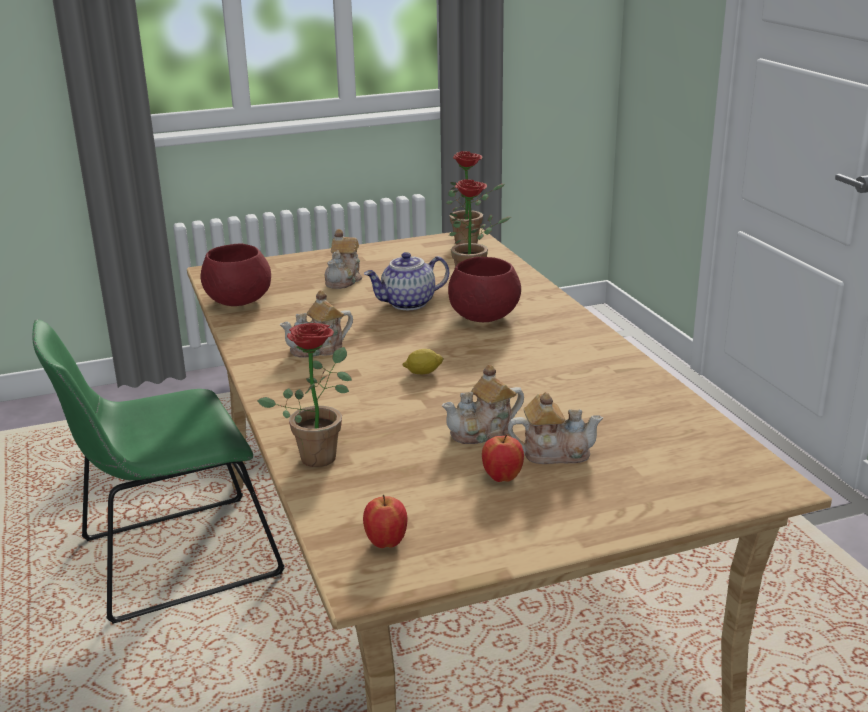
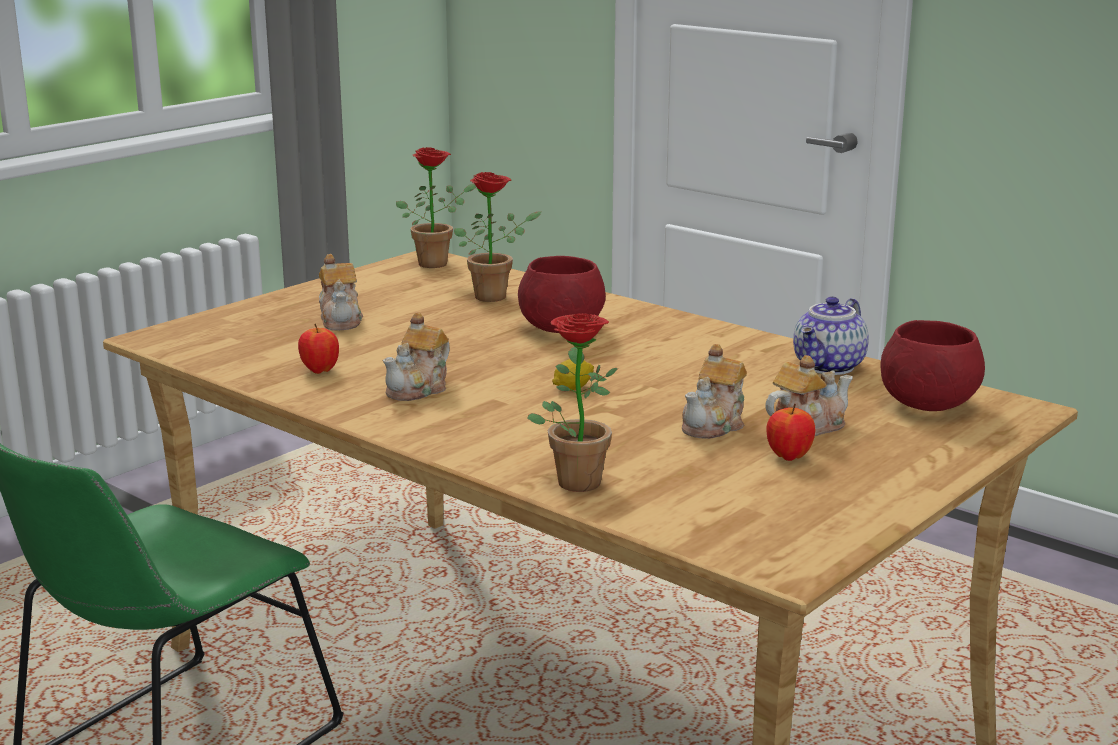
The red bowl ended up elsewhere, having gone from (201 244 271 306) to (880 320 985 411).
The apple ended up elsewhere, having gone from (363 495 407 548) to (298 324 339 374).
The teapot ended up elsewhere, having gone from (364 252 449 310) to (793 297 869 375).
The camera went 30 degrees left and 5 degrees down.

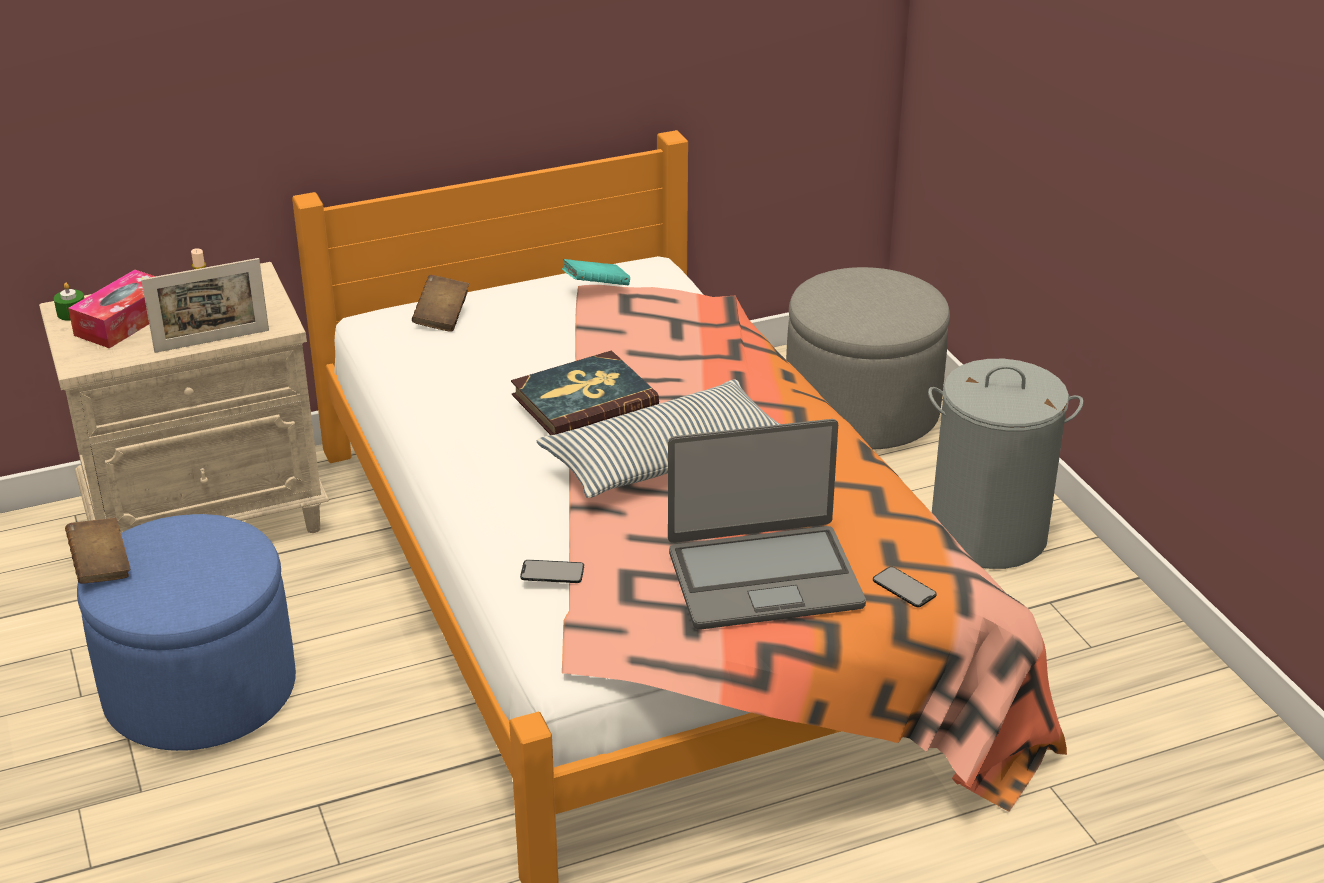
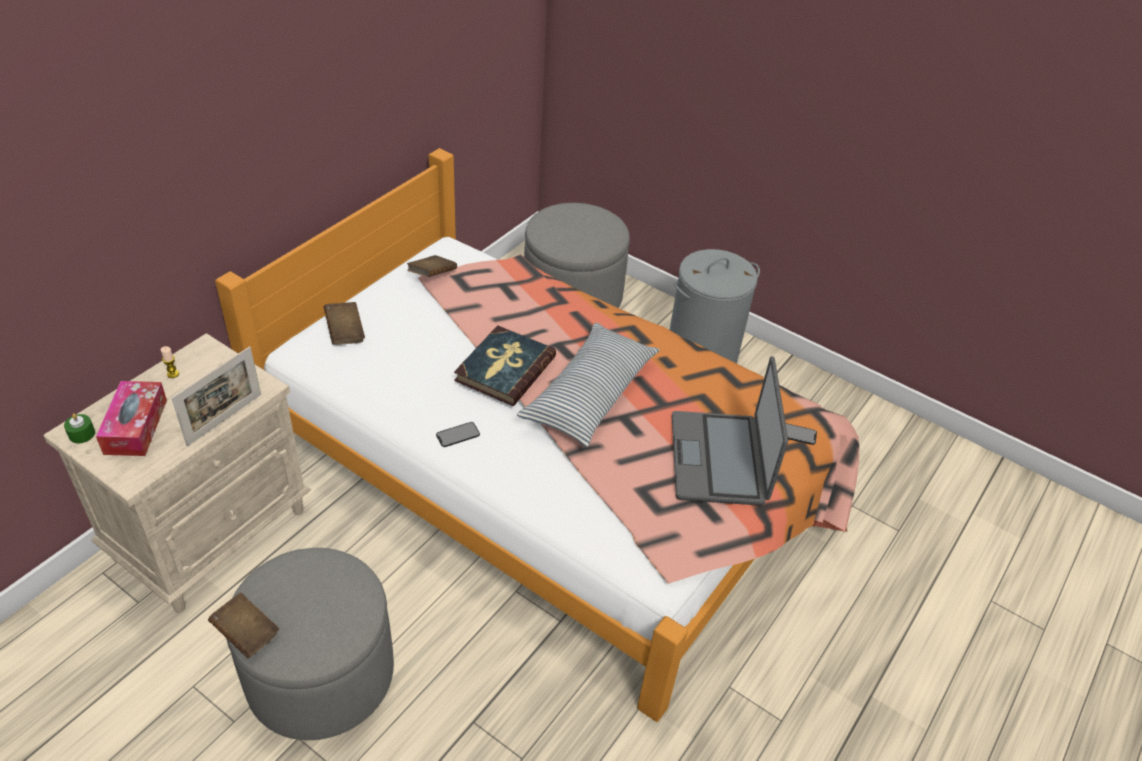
What was the blue ottoman at (77 514 296 751) turned into the grey ottoman at (226 548 394 740).
The phone ended up elsewhere, having gone from (520 560 584 583) to (436 422 480 447).
What was the turquoise book at (562 259 630 285) turned into the brown book at (407 255 457 277).
The laptop at (668 419 866 630) ended up facing another way, 135 degrees clockwise from before.
The camera went 35 degrees left and 10 degrees up.

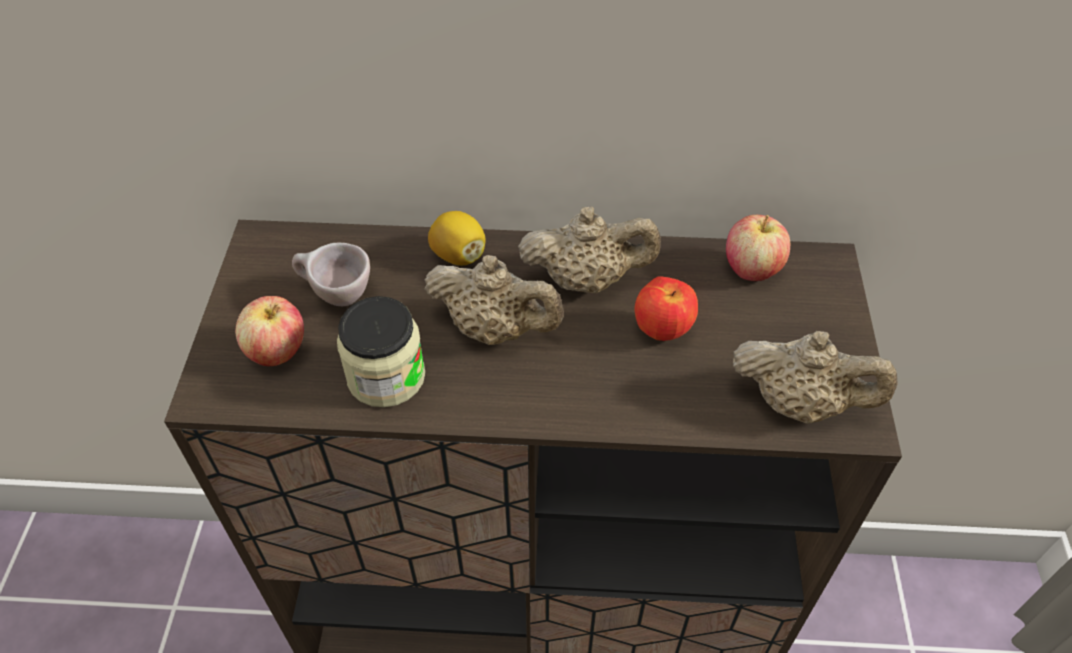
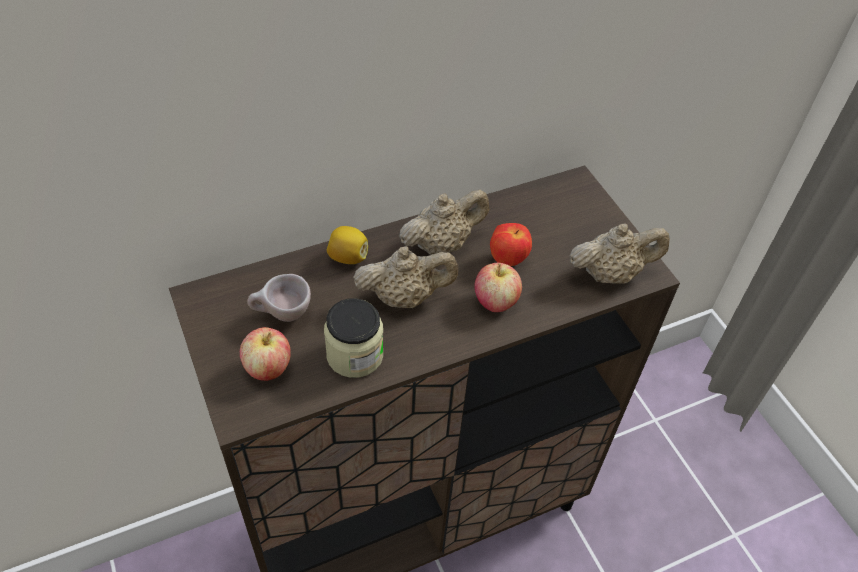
The apple ended up elsewhere, having gone from (726 215 790 281) to (474 263 522 312).
The camera went 30 degrees left and 0 degrees up.

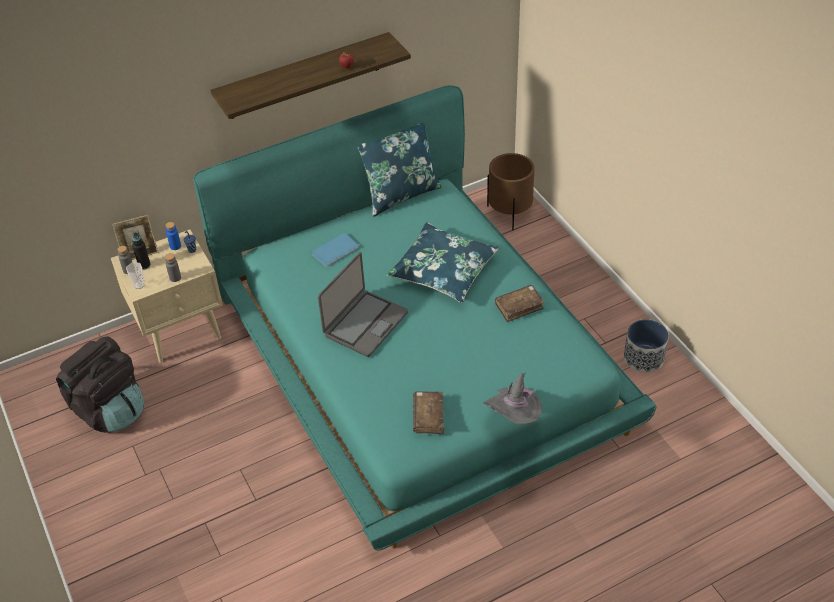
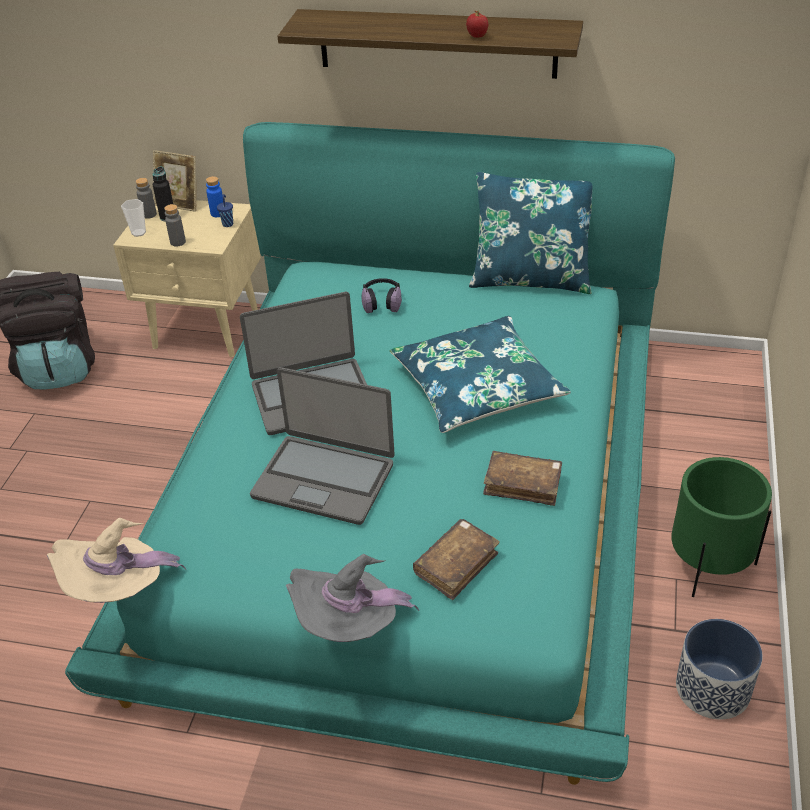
Where the blue book stood at (311 233 359 267), the headphones came to stand at (361 278 402 313).
The brown book ended up elsewhere, having gone from (413 391 444 434) to (413 519 500 600).
The second view lost the brown planter at (487 153 535 230).
The second view gained the beige hat at (47 518 186 603).
The second view gained the laptop at (250 367 395 525).
The second view gained the green planter at (671 457 772 597).
The camera went 40 degrees right and 5 degrees down.

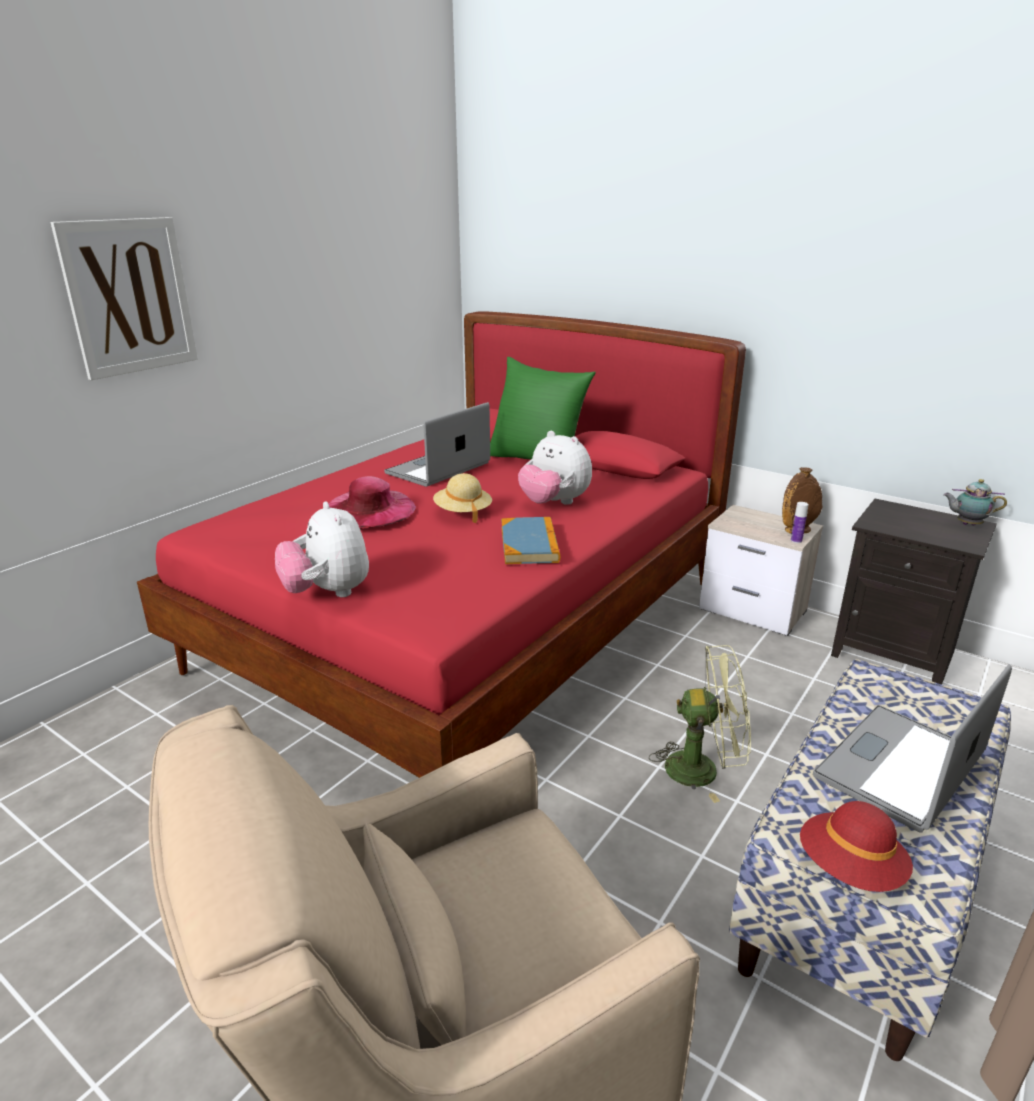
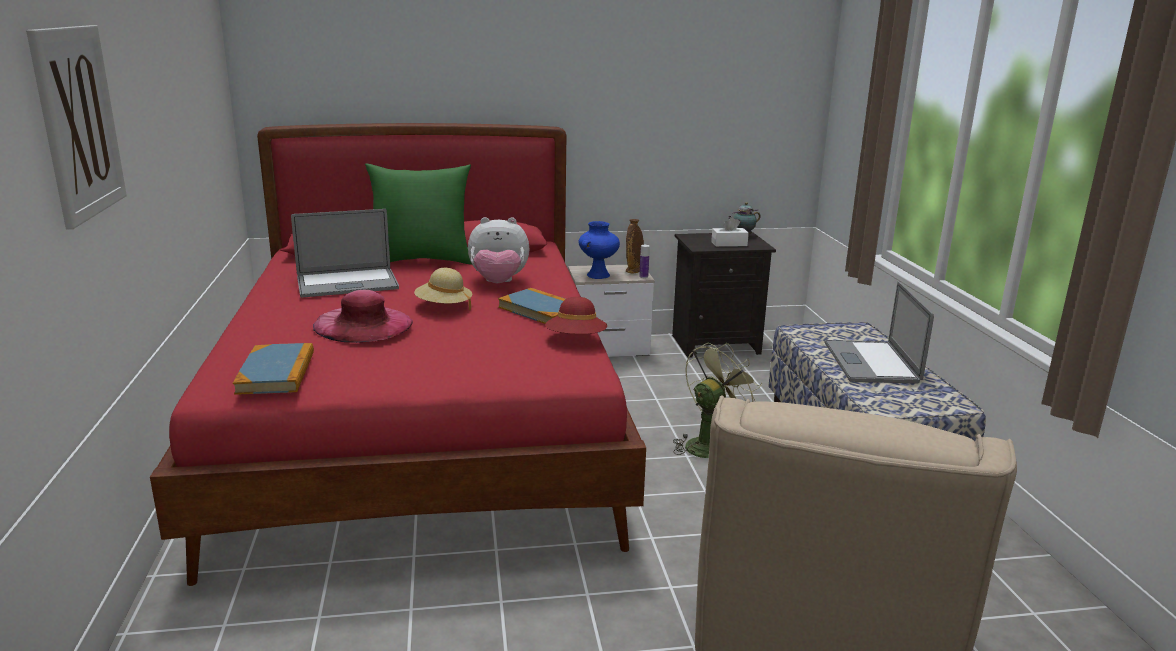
The second view lost the plush toy at (275 501 369 597).
The laptop at (384 402 490 487) ended up facing another way, 105 degrees counterclockwise from before.
The red hat ended up elsewhere, having gone from (800 801 913 892) to (545 297 607 334).
The second view gained the book at (233 343 314 395).
The second view gained the blue vase at (578 221 620 279).
The second view gained the white tissue box at (711 217 749 247).
The camera went 45 degrees left and 5 degrees down.

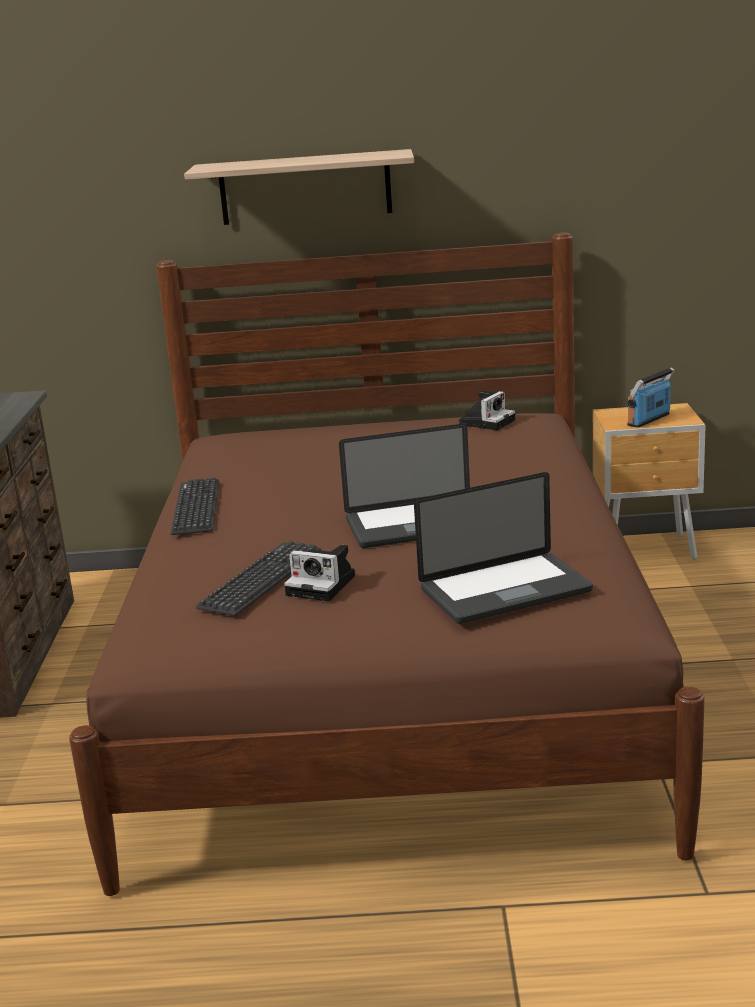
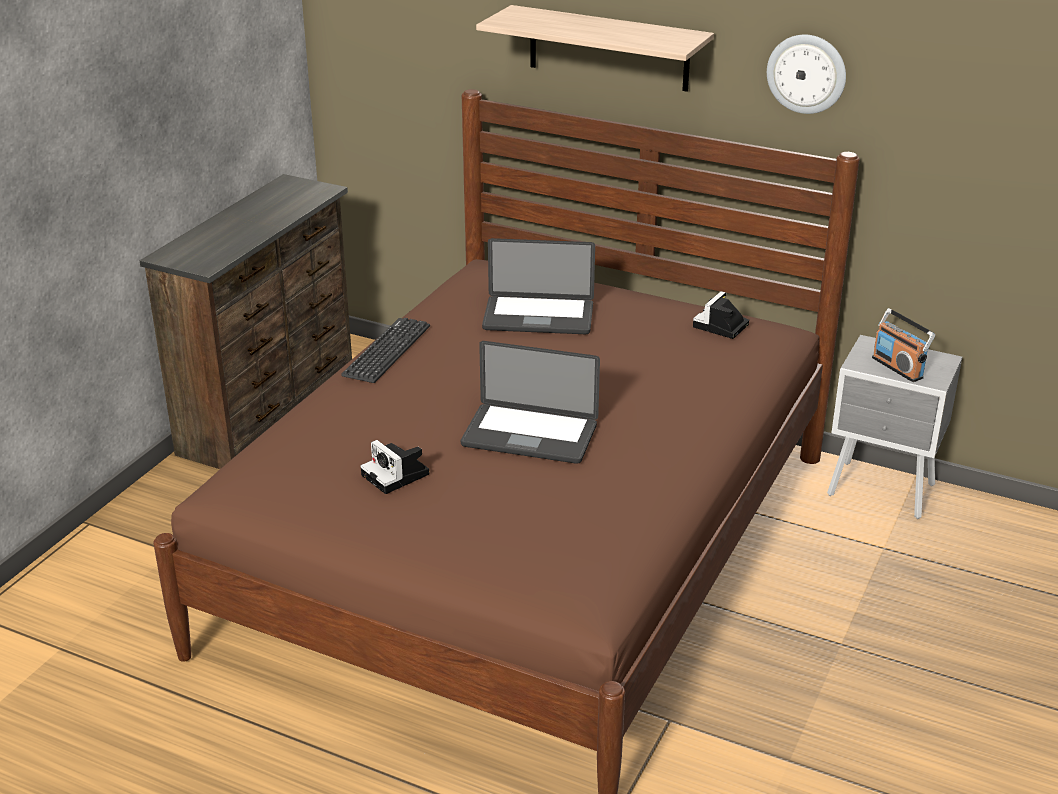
The second view lost the keyboard at (196 541 321 616).
The laptop ended up elsewhere, having gone from (414 472 593 624) to (482 238 595 334).
The photo camera at (459 390 515 430) ended up facing another way, 150 degrees clockwise from before.
What was the brown nightstand at (593 403 706 560) turned into the grey nightstand at (827 335 962 519).
The radio at (627 367 675 428) ended up facing another way, 105 degrees counterclockwise from before.
The second view gained the wall clock at (767 35 846 114).
The camera went 25 degrees right and 10 degrees up.

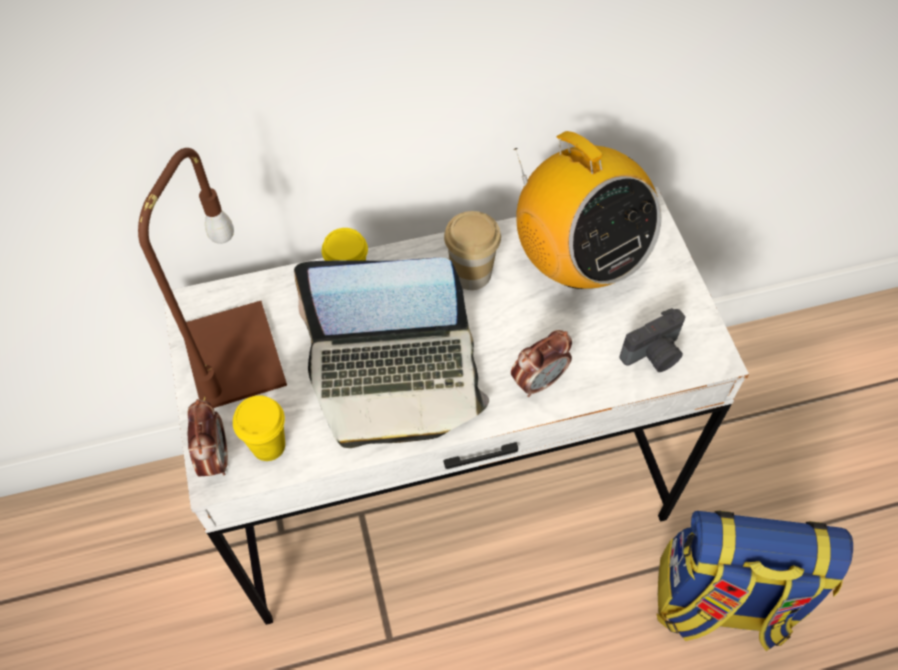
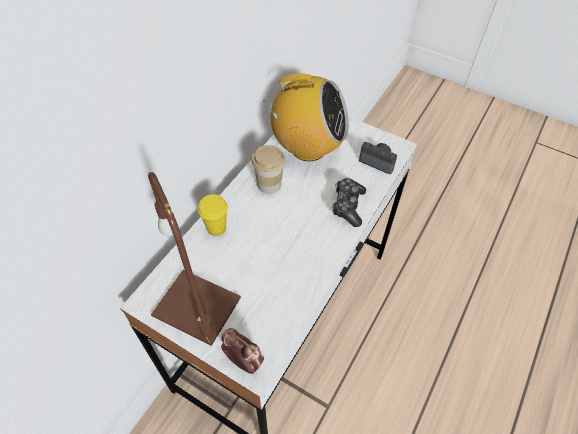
The second view lost the yellow cup at (233 395 285 461).
The second view lost the laptop at (294 258 489 448).
Where the alarm clock stood at (511 330 572 397), the game controller came to stand at (332 178 366 227).
The photo camera at (620 308 686 372) ended up facing another way, 75 degrees counterclockwise from before.
The second view lost the backpack at (657 511 853 651).
The camera went 45 degrees left and 5 degrees down.

